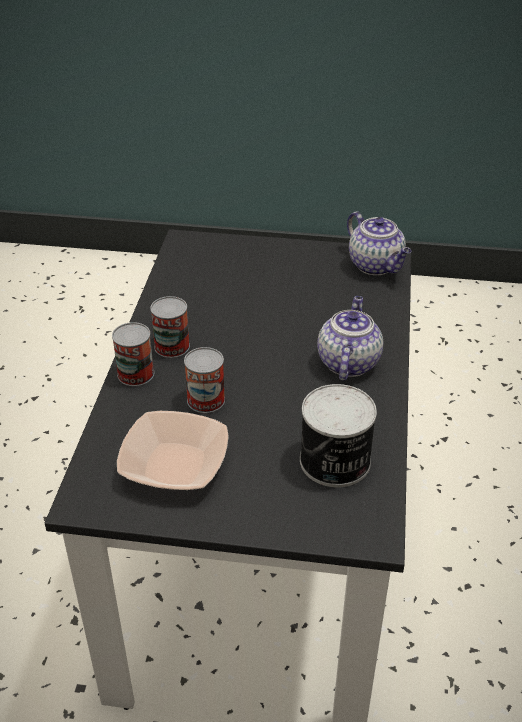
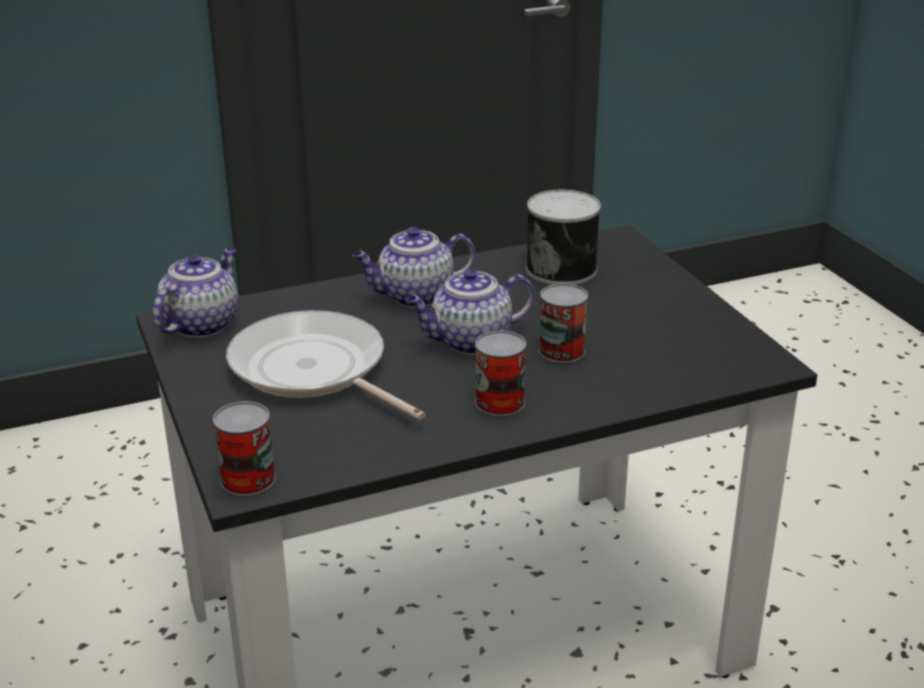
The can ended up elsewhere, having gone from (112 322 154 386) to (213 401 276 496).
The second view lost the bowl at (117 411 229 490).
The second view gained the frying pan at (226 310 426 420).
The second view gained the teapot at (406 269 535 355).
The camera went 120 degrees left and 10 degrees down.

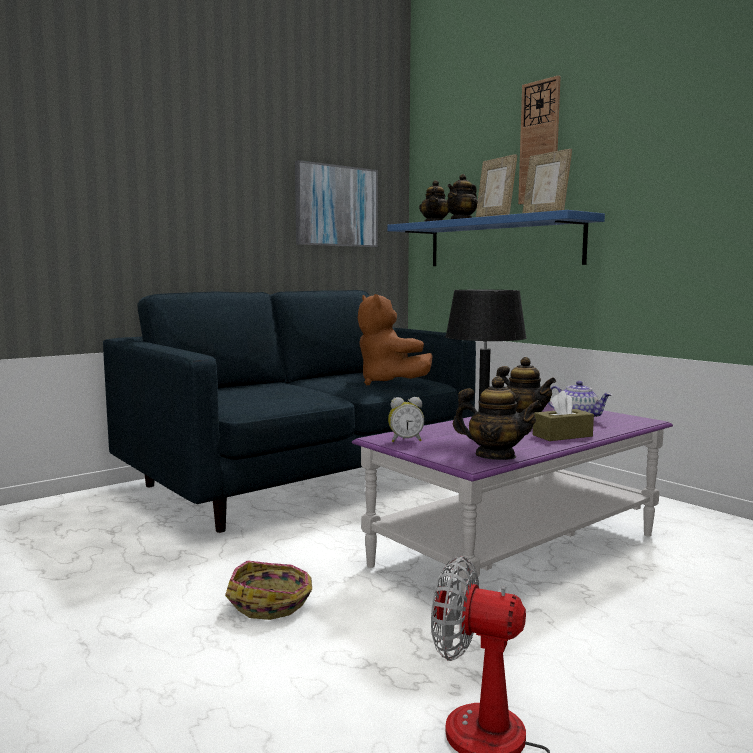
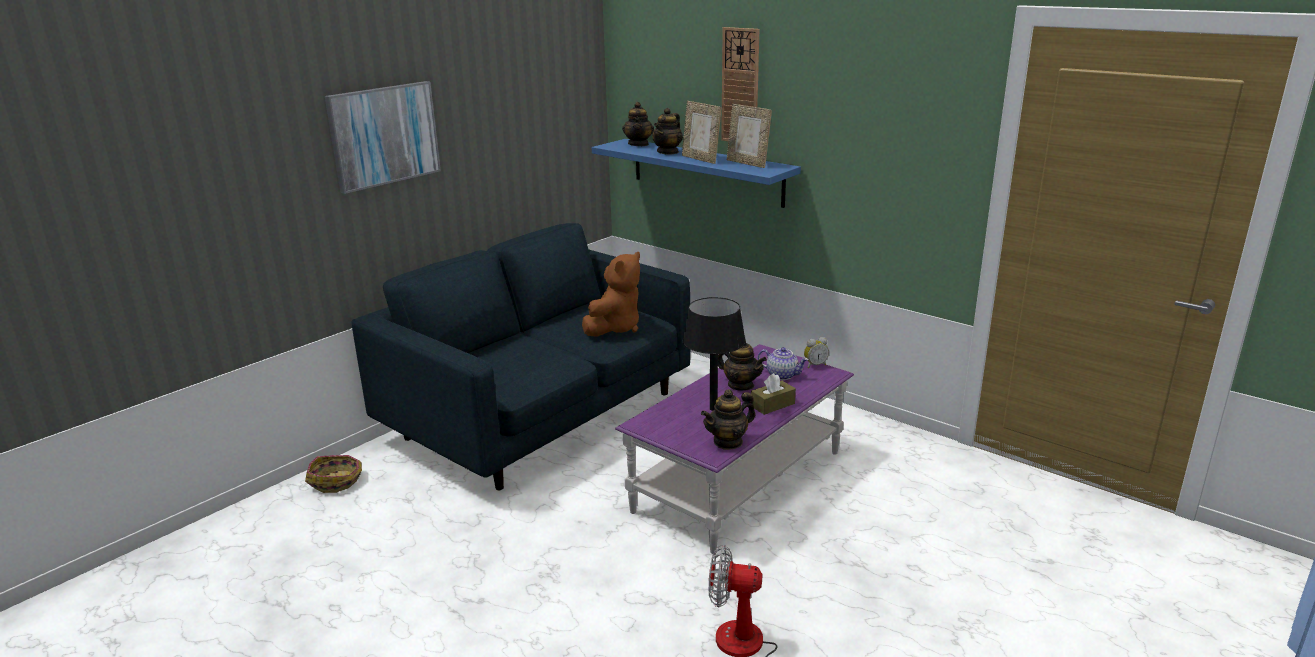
The basket ended up elsewhere, having gone from (225 560 312 620) to (305 455 362 493).
The picture ended up elsewhere, having gone from (295 160 378 247) to (325 81 441 194).
The brown plush toy at (358 294 433 385) ended up facing another way, 105 degrees counterclockwise from before.
The alarm clock ended up elsewhere, having gone from (388 397 424 442) to (804 337 829 368).
The teapot at (453 376 542 460) ended up facing another way, 135 degrees clockwise from before.
The camera went 10 degrees left and 15 degrees up.

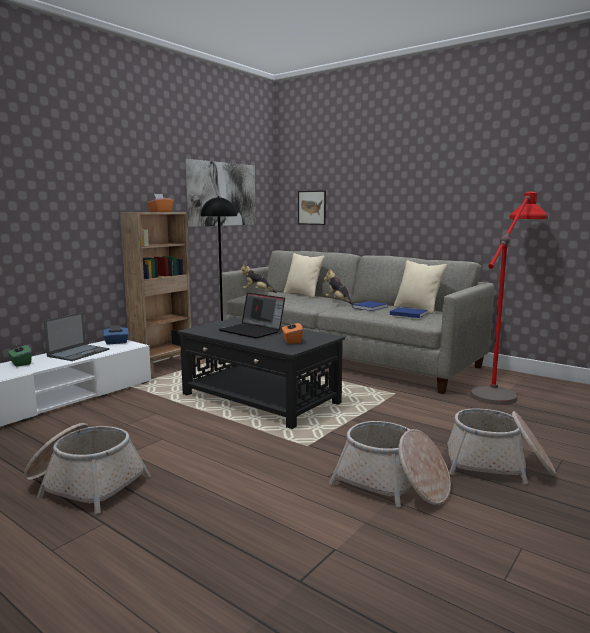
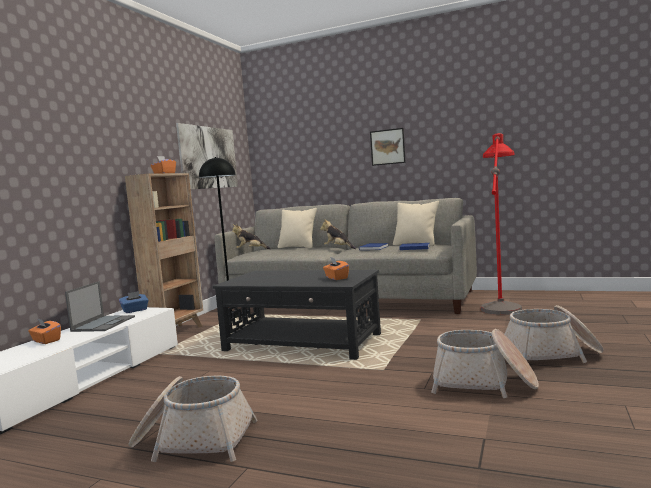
What was the green tissue box at (8 343 32 367) turned into the orange tissue box at (28 318 61 344).
The second view lost the laptop at (219 292 285 338).
The picture ended up elsewhere, having gone from (298 190 326 225) to (370 128 406 166).
The camera went 15 degrees left and 5 degrees down.

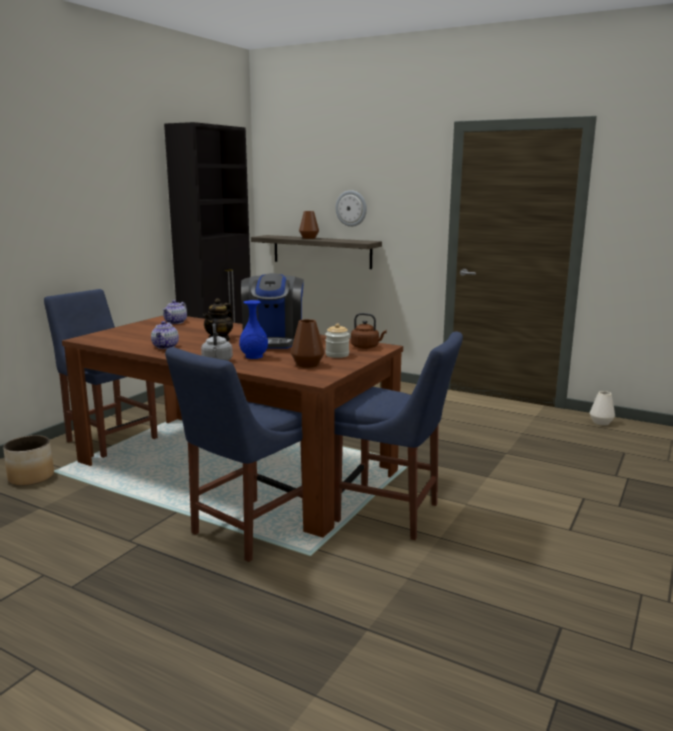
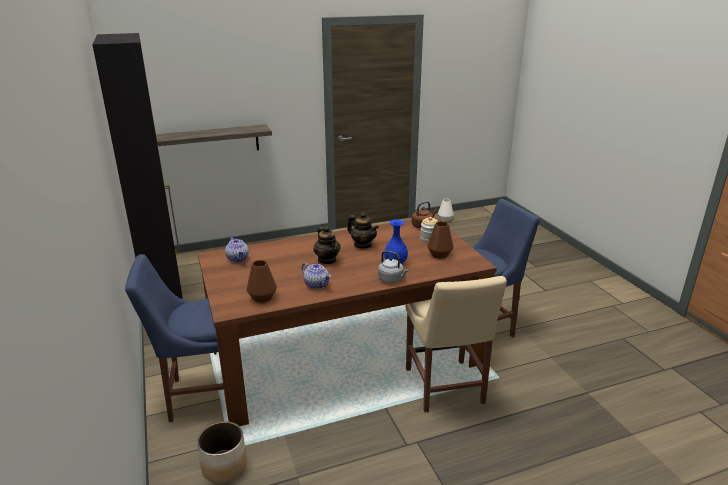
What was the blue chair at (165 347 303 562) turned into the beige chair at (405 276 507 412).
Where the coffee machine stood at (241 273 304 349), the teapot came to stand at (347 212 379 248).
The brown vase ended up elsewhere, having gone from (299 211 319 239) to (247 260 277 303).
The second view lost the wall clock at (336 190 367 227).
The camera went 50 degrees left and 10 degrees up.

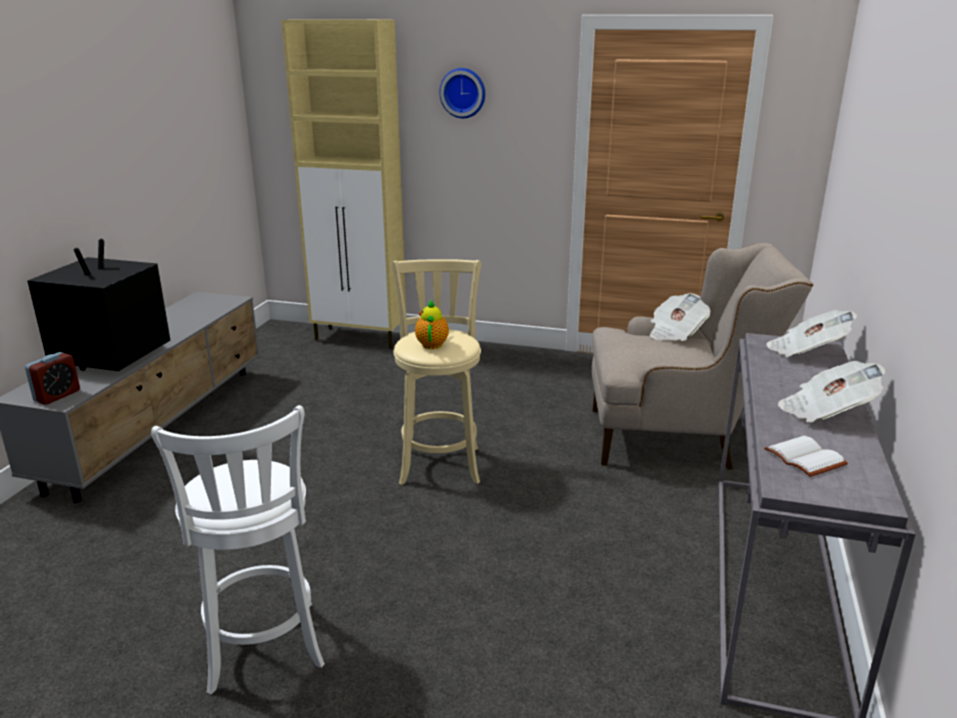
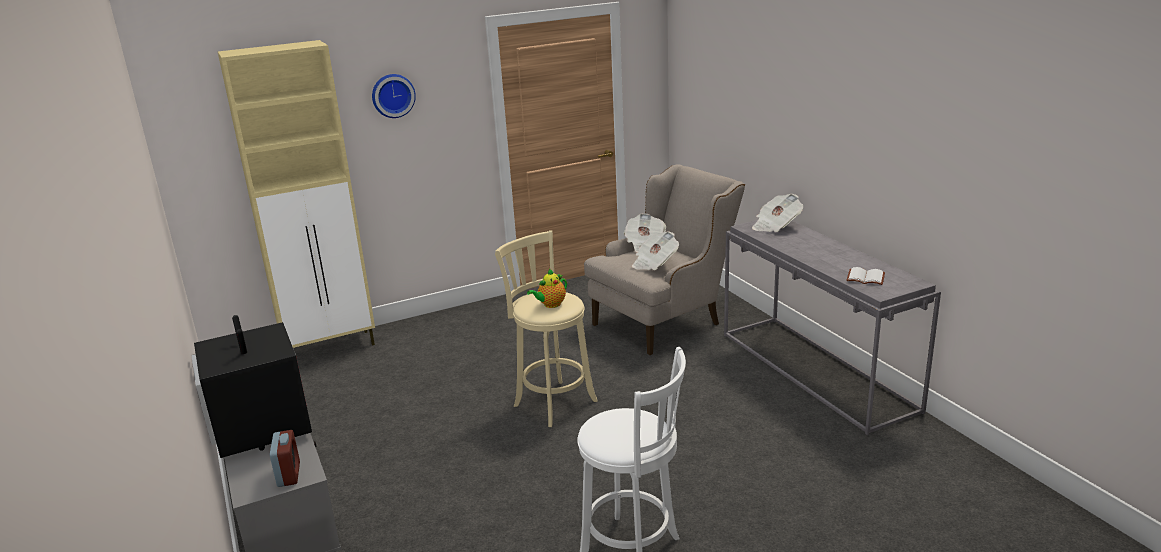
The teapot at (415 299 449 349) ended up facing another way, 90 degrees counterclockwise from before.
The newspaper ended up elsewhere, having gone from (778 361 887 423) to (632 232 679 270).
The camera went 40 degrees left and 0 degrees up.

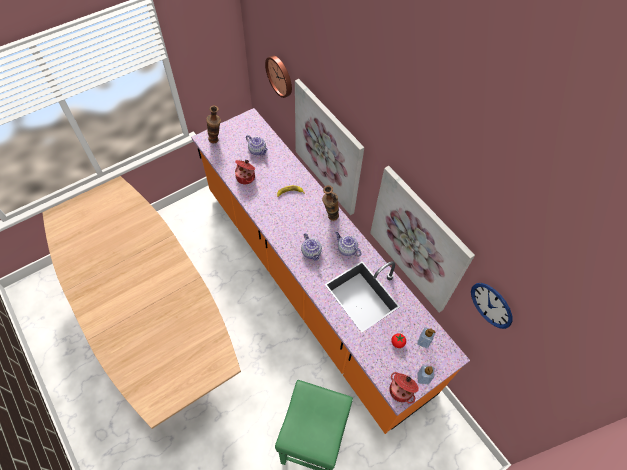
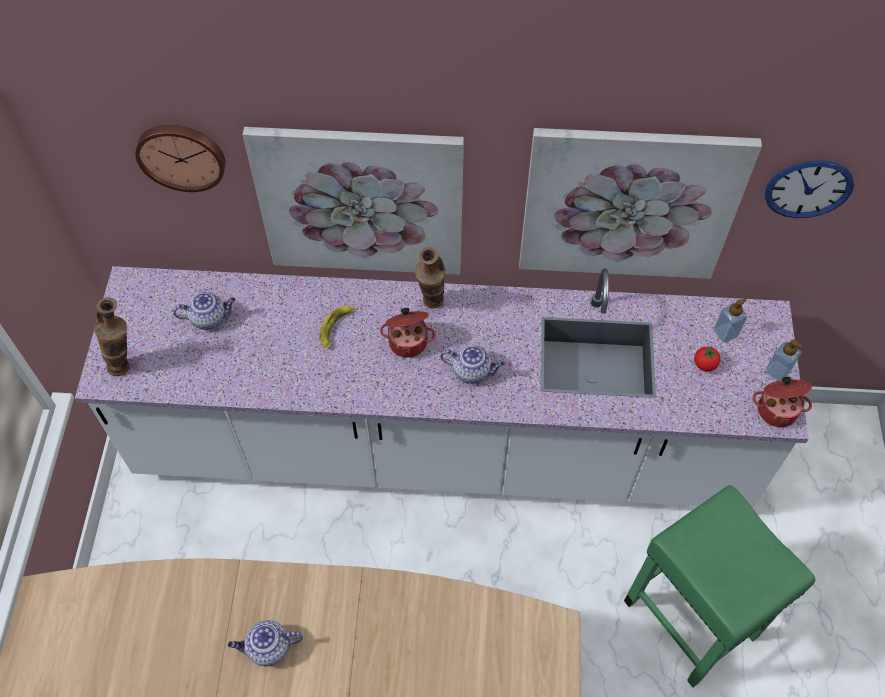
What was the orange counter at (191 108 470 434) turned into the white counter at (75 266 809 508).
The cooking pot ended up elsewhere, having gone from (235 160 255 184) to (380 308 436 358).
The teapot ended up elsewhere, having gone from (335 232 362 256) to (228 620 303 666).
The camera went 50 degrees left and 0 degrees up.

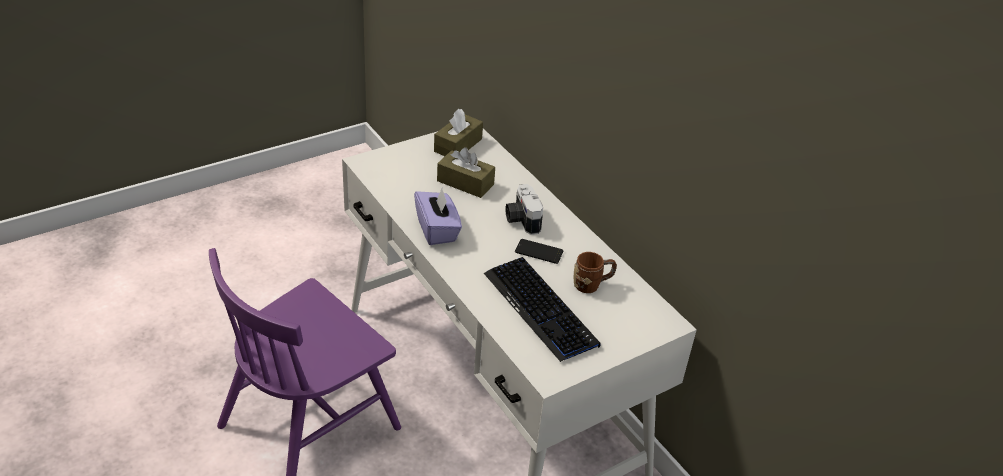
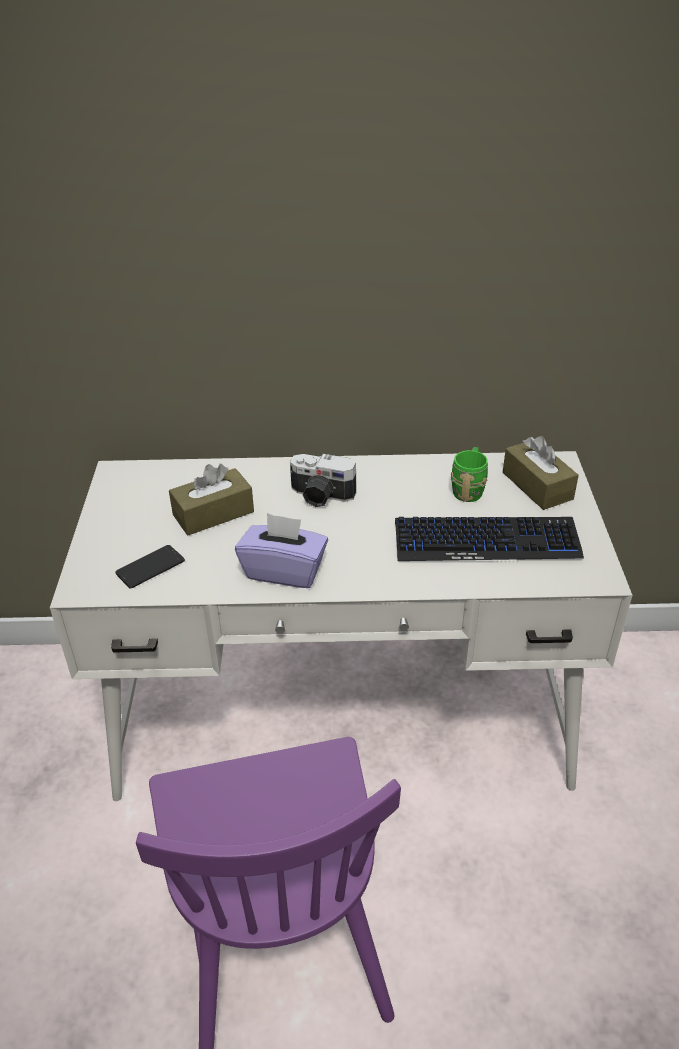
The brown tissue box ended up elsewhere, having gone from (434 109 483 156) to (503 436 579 510).
The phone ended up elsewhere, having gone from (515 239 563 264) to (115 545 185 589).
What was the brown mug at (574 252 617 293) turned into the green mug at (451 447 488 502).
The camera went 55 degrees left and 0 degrees up.

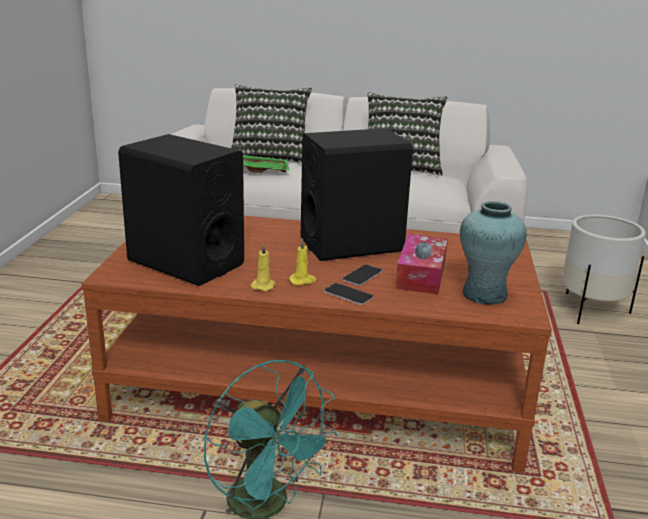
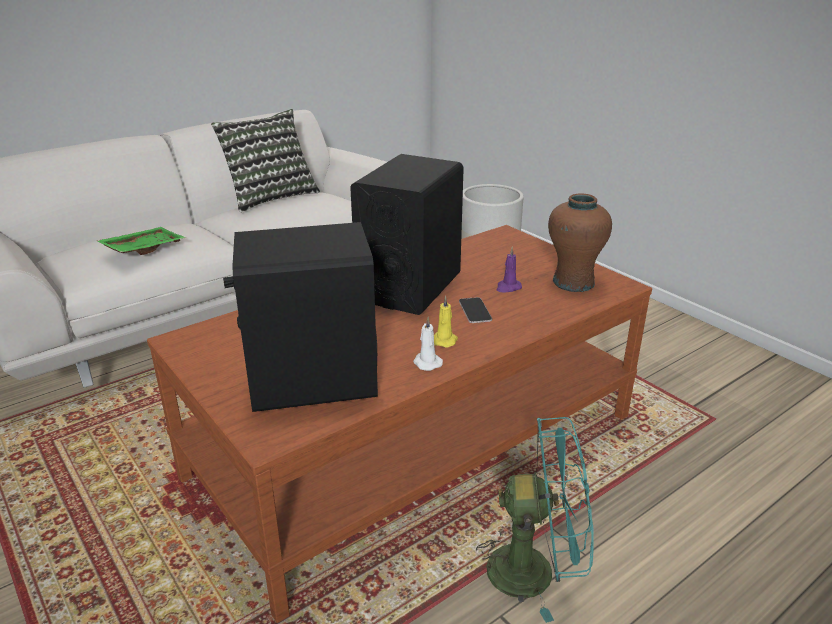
The second view lost the pillow at (231 85 312 163).
What was the yellow candle at (251 243 276 291) turned into the white candle at (413 317 443 371).
The second view lost the phone at (324 283 374 305).
Where the tissue box stood at (396 234 448 294), the purple candle came to stand at (496 247 522 292).
What was the turquoise vase at (460 201 526 305) turned into the brown vase at (548 193 612 292).
The camera went 45 degrees left and 5 degrees up.

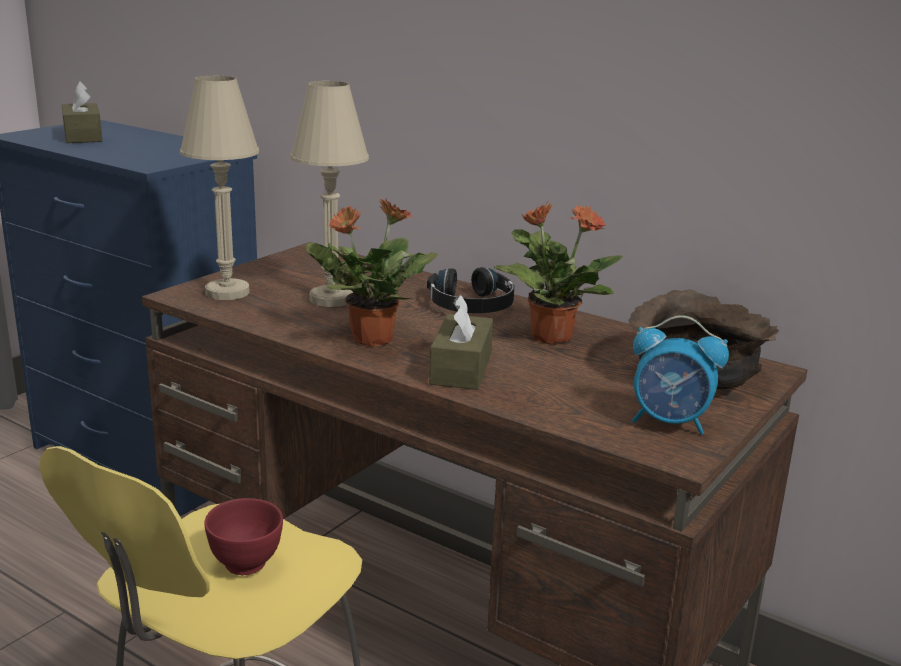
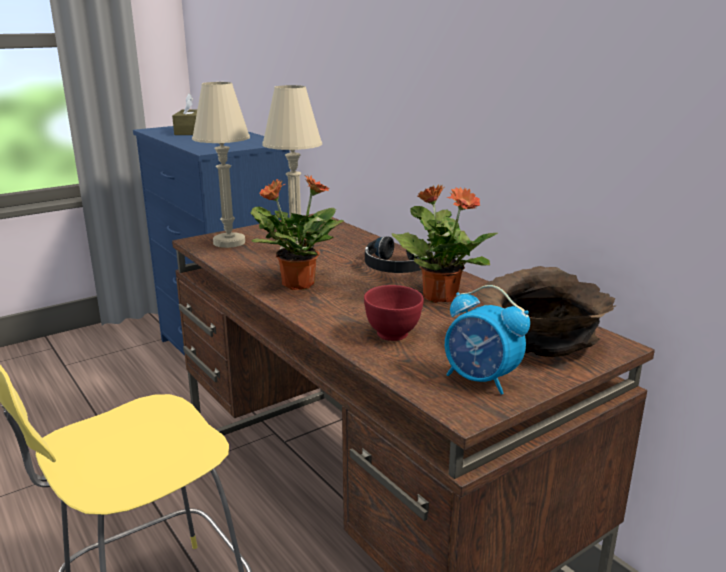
The red bowl ended up elsewhere, having gone from (205 498 283 575) to (364 285 424 341).
The second view lost the brown tissue box at (429 294 493 390).
The camera went 20 degrees right and 0 degrees up.

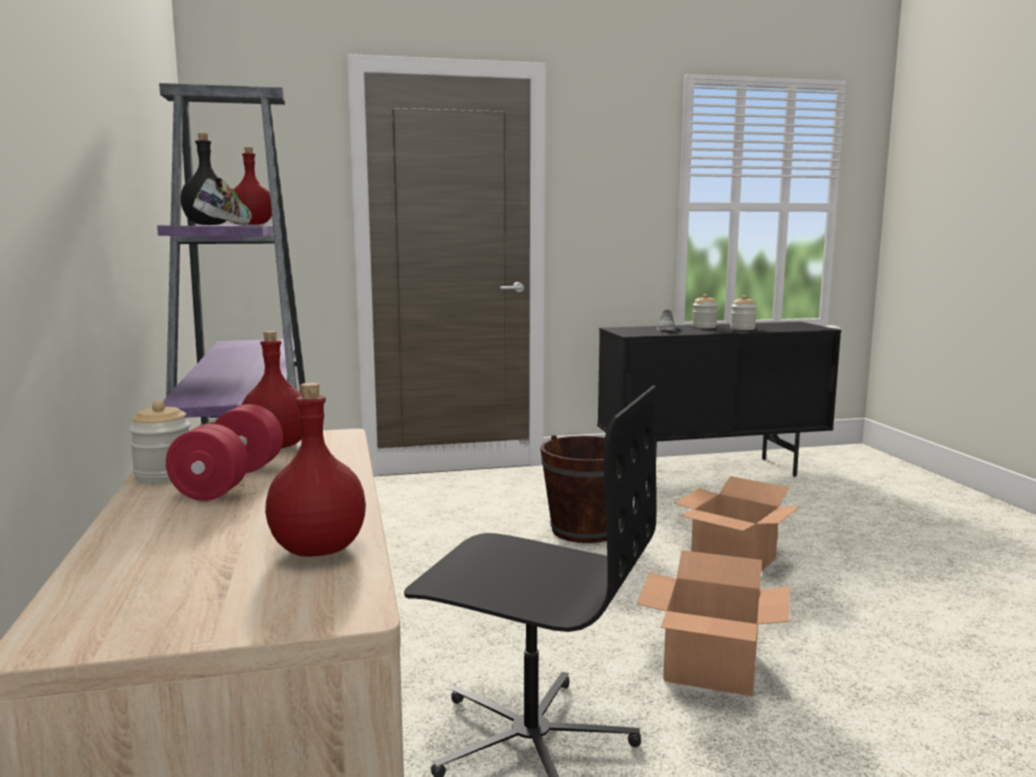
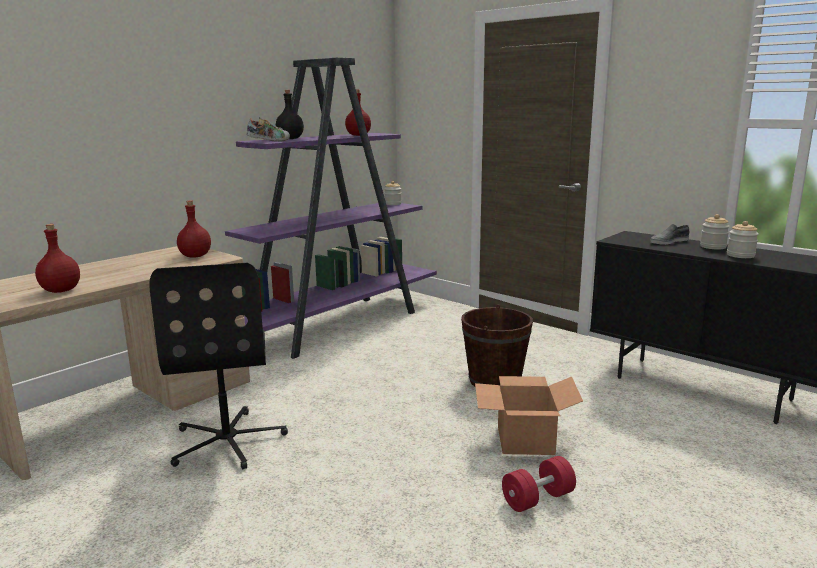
The jar ended up elsewhere, having gone from (129 401 191 483) to (384 181 401 205).
The red dumbbell ended up elsewhere, having gone from (166 404 283 501) to (502 456 576 512).
The second view lost the cardboard box at (637 550 790 696).
The camera went 55 degrees right and 5 degrees up.

